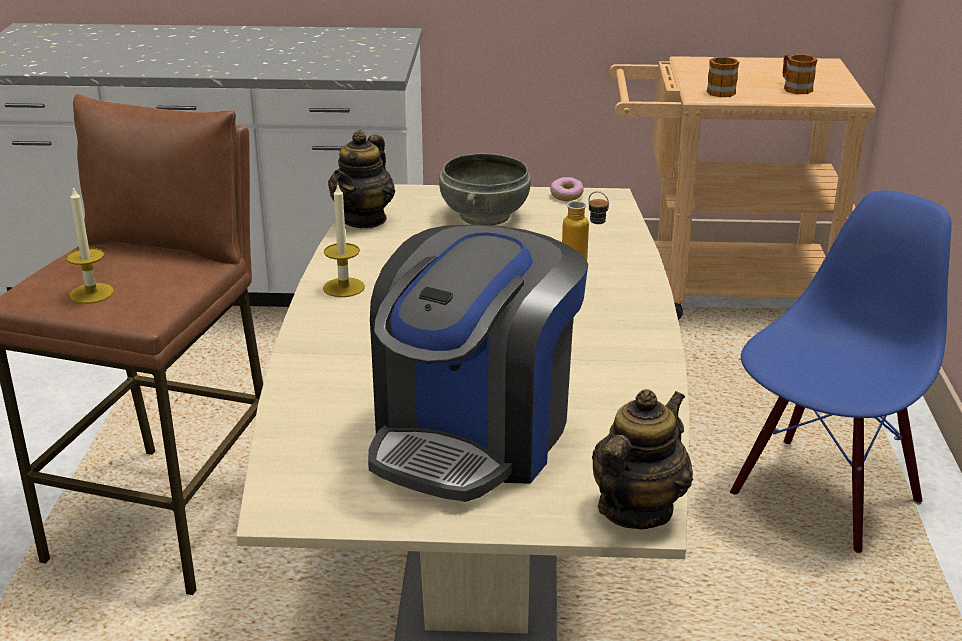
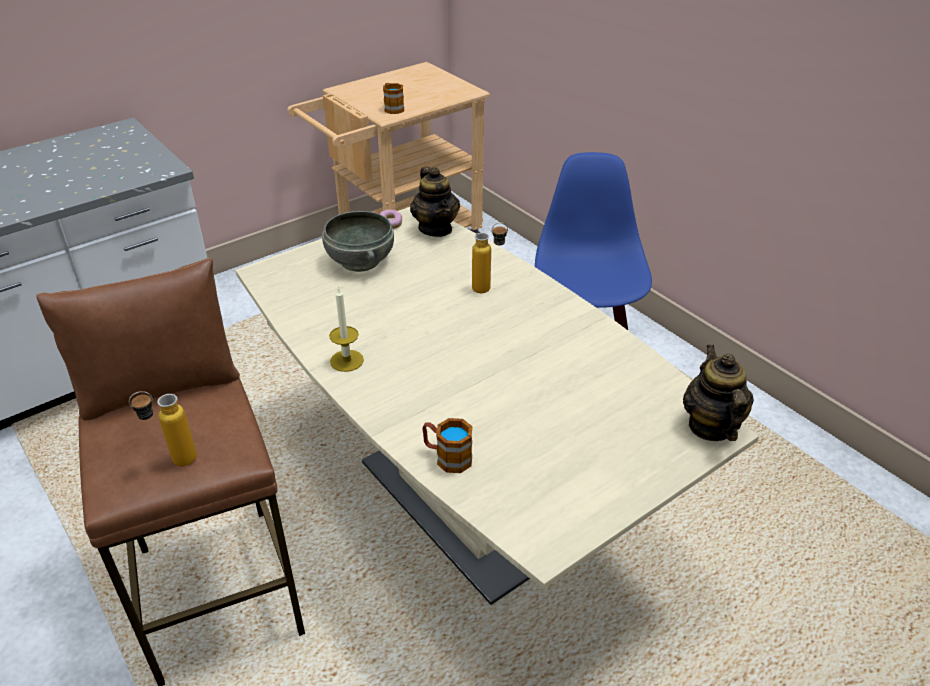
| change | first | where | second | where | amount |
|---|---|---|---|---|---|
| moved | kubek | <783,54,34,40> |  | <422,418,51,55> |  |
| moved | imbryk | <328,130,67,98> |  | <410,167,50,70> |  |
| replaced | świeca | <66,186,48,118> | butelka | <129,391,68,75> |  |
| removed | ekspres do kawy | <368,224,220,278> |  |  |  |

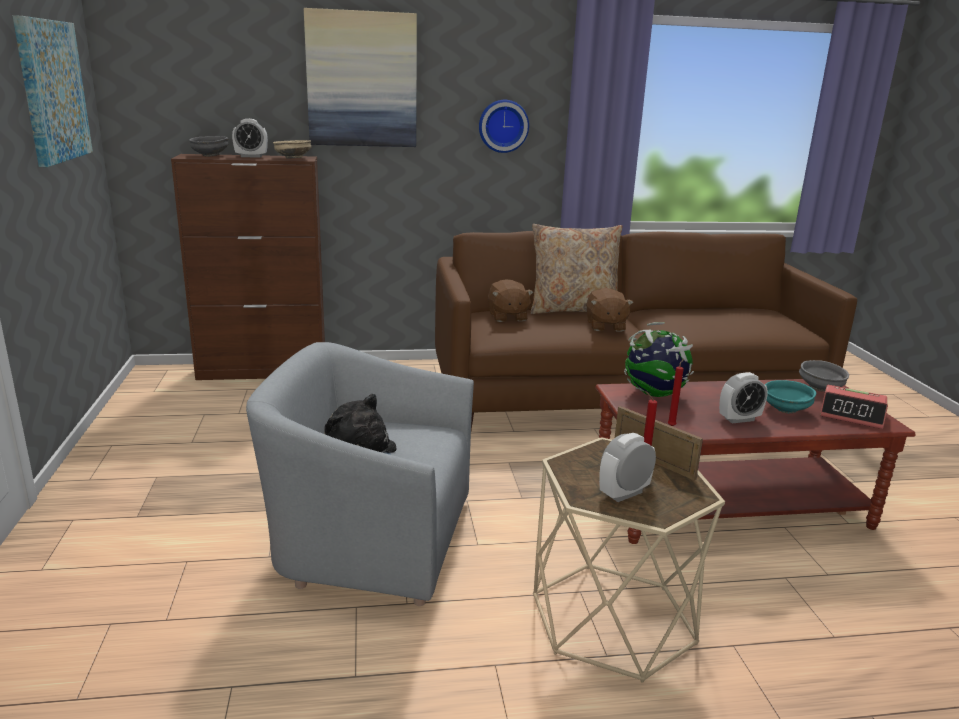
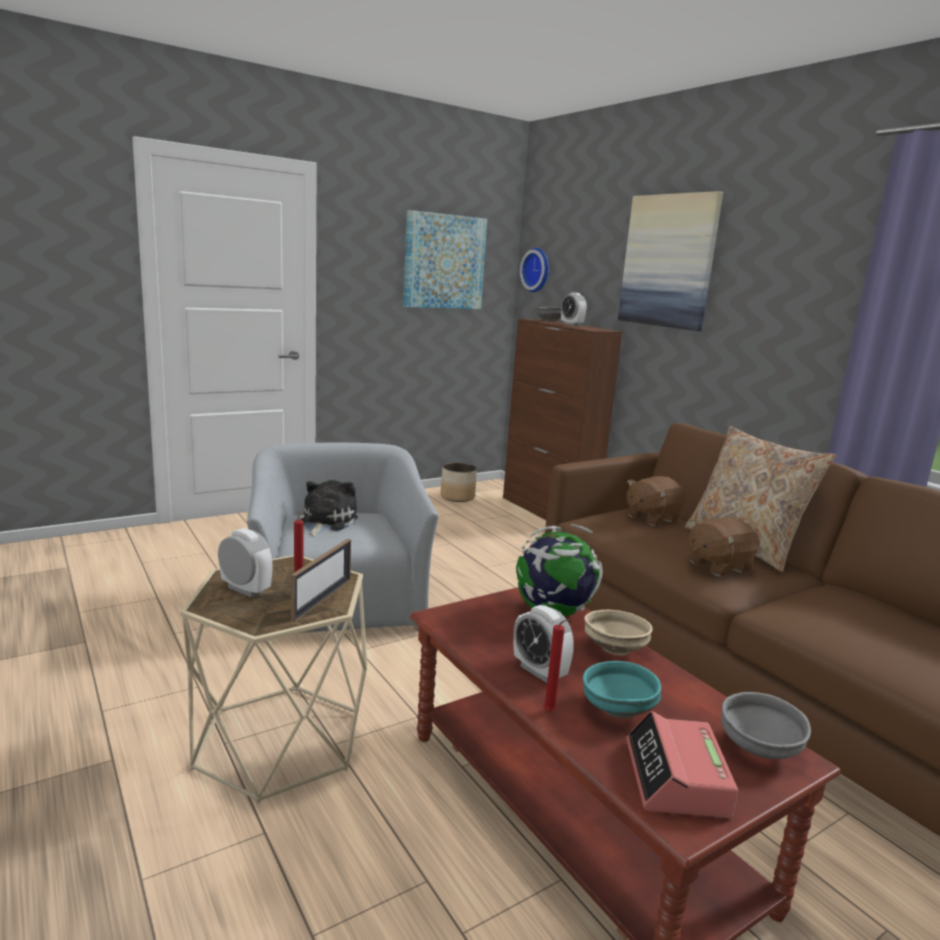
| change | first | where | second | where | amount |
|---|---|---|---|---|---|
| moved | zegar ścienny | <479,100,50,53> |  | <520,248,29,44> |  |
| moved | miska [beżowy] | <273,140,39,18> |  | <584,610,69,46> |  |
| moved | świeca [czerwony] | <667,359,17,67> |  | <543,619,29,93> |  |
| added |  |  | donica | <441,463,36,39> |  |

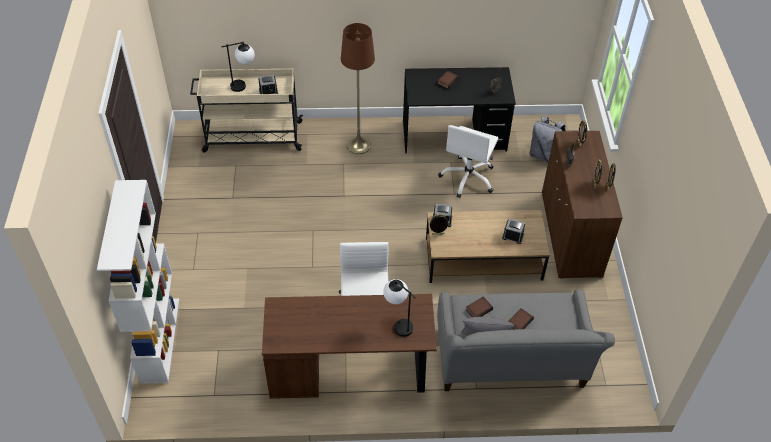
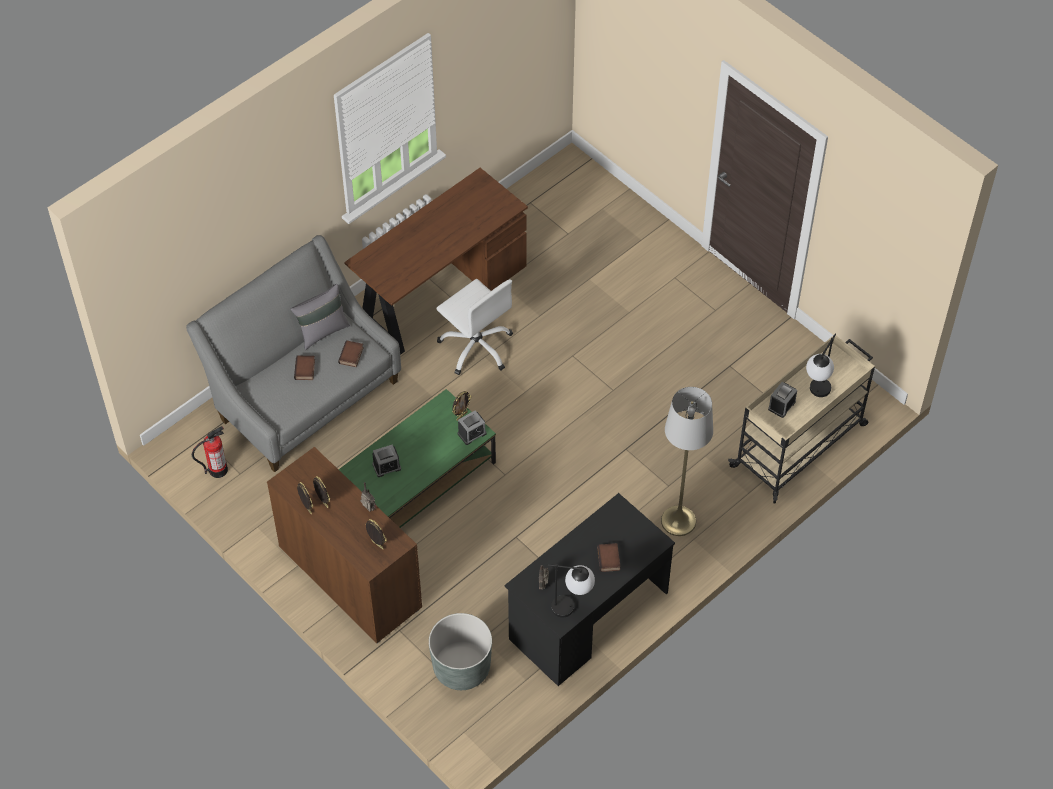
| change | first | where | second | where | amount |
|---|---|---|---|---|---|
| recoloured | lampa stojąca [brązowy] | <341,23,34,131> | lampa stojąca [szary] | <661,387,52,149> |  |
| replaced | plecak [szary] | <529,117,37,46> | donica [szary] | <429,613,63,77> |  |
| removed | krzesło biurowe [biały] | <438,125,60,73> |  |  |  |
| removed | regał [biały] | <97,180,82,204> |  |  |  |
| recoloured | ława [brązowy] | <426,210,124,73> | ława [zielony] | <338,389,158,139> |  |
| moved | lampa stołowa | <383,279,33,58> |  | <548,564,47,54> |  |
| added |  |  | gaśnica | <192,426,36,52> |  |

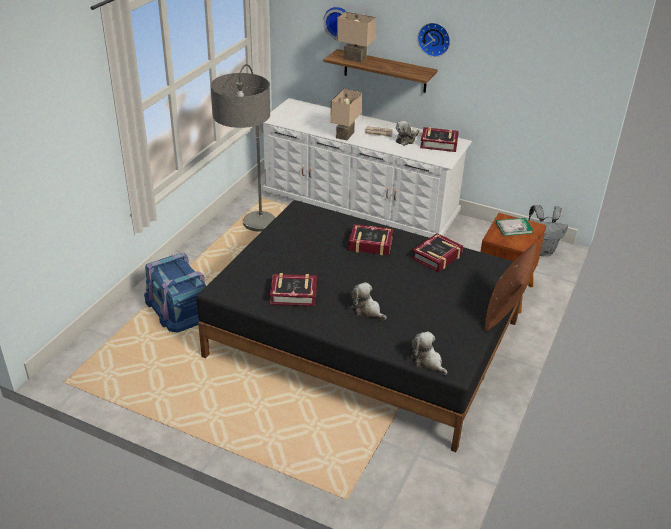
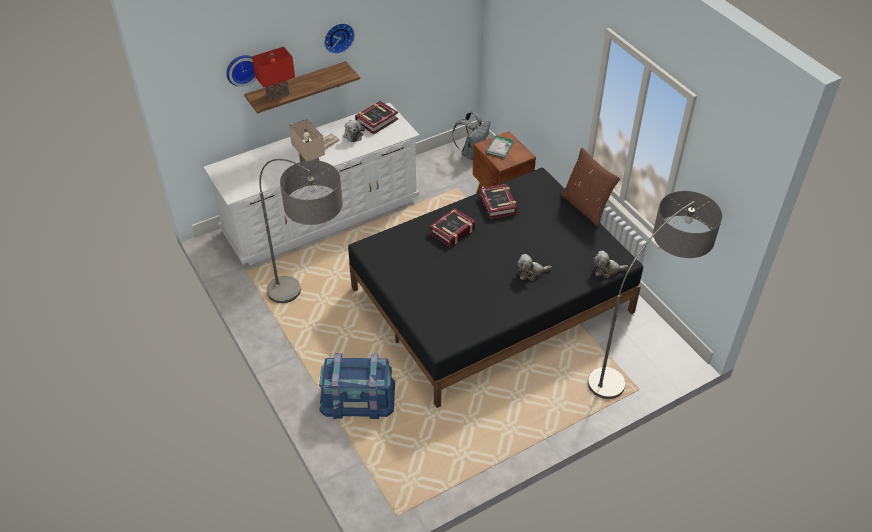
| change | first | where | second | where | amount |
|---|---|---|---|---|---|
| recoloured | lampa stołowa [beżowy] | <337,12,39,51> | lampa stołowa [czerwony] | <252,47,43,53> |  |
| removed | książka | <270,273,47,33> |  |  |  |
| added |  |  | lampa stojąca | <588,191,134,208> |  |

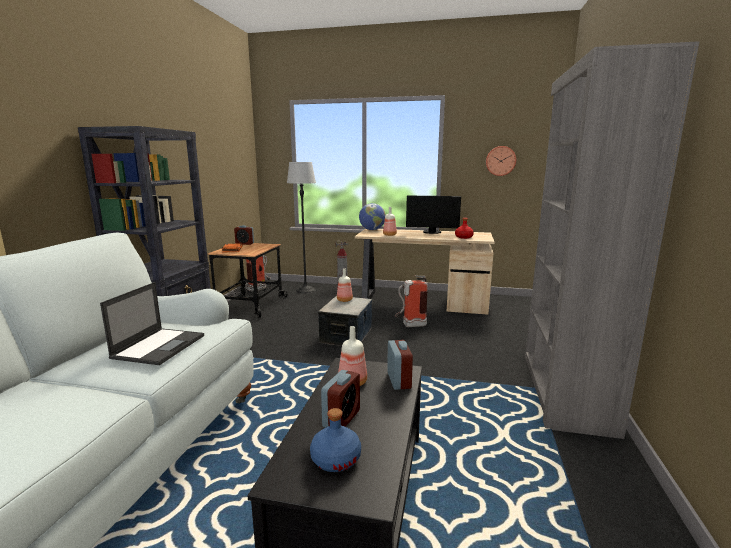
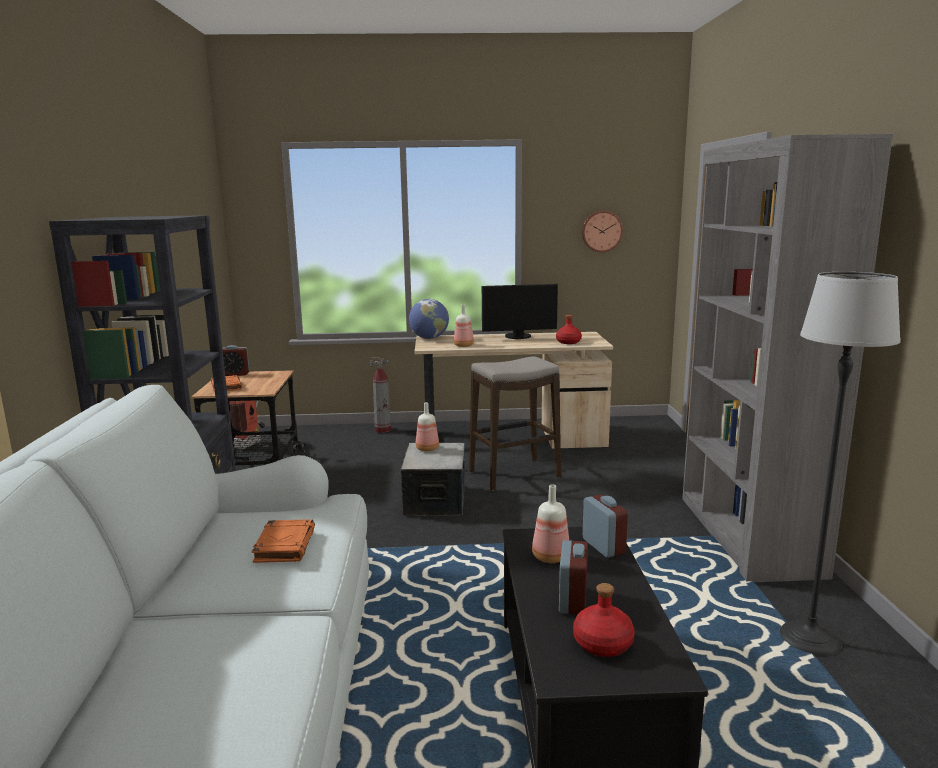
| change | first | where | second | where | amount |
|---|---|---|---|---|---|
| moved | lampa stojąca | <287,162,29,131> |  | <780,272,121,385> |  |
| replaced | gaśnica | <395,275,33,52> | stołek | <469,356,92,135> |  |
| replaced | laptop | <100,282,104,83> | książka [pomarańczowy] | <252,519,63,44> |  |
| recoloured | butelka [niebieski] | <310,408,51,64> | butelka [czerwony] | <573,583,62,74> |  |

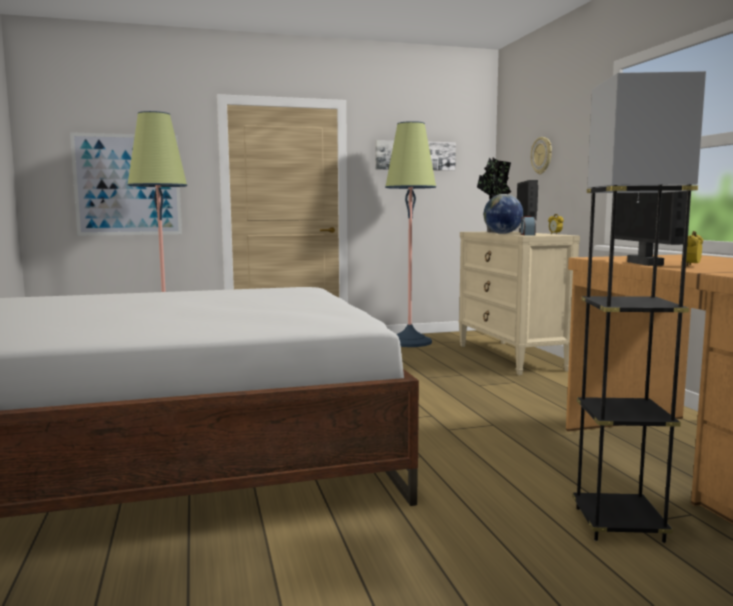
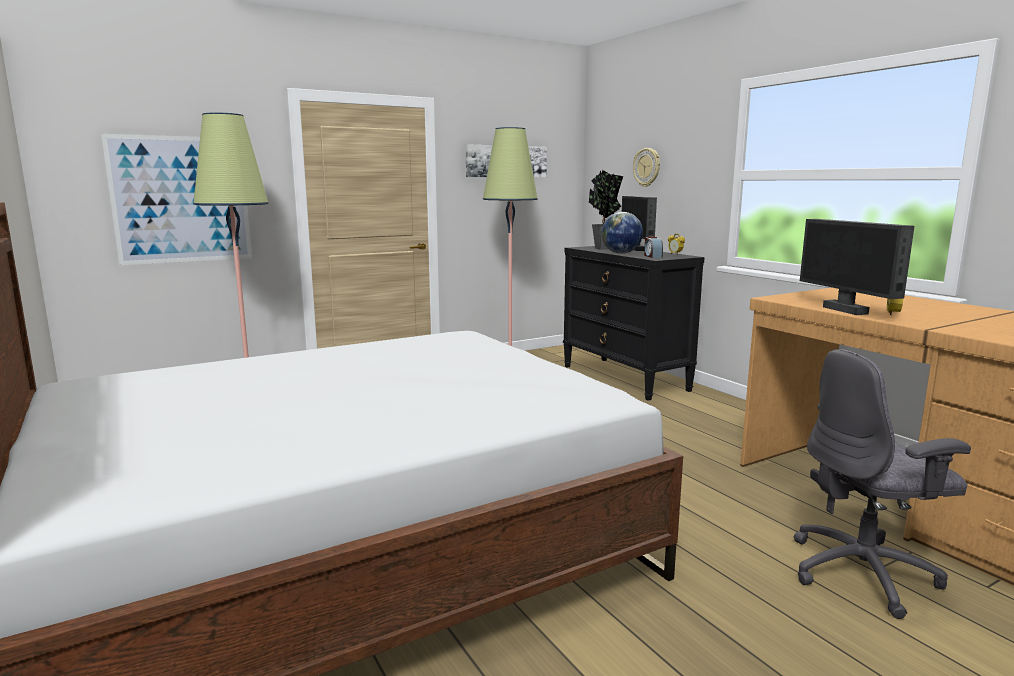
| change | first | where | second | where | amount |
|---|---|---|---|---|---|
| replaced | lampa stojąca [szary] | <572,71,134,472> | krzesło biurowe [szary] | <794,349,177,270> |  |
| recoloured | komoda [beżowy] | <458,231,122,144> | komoda [czarny] | <563,246,142,155> |  |

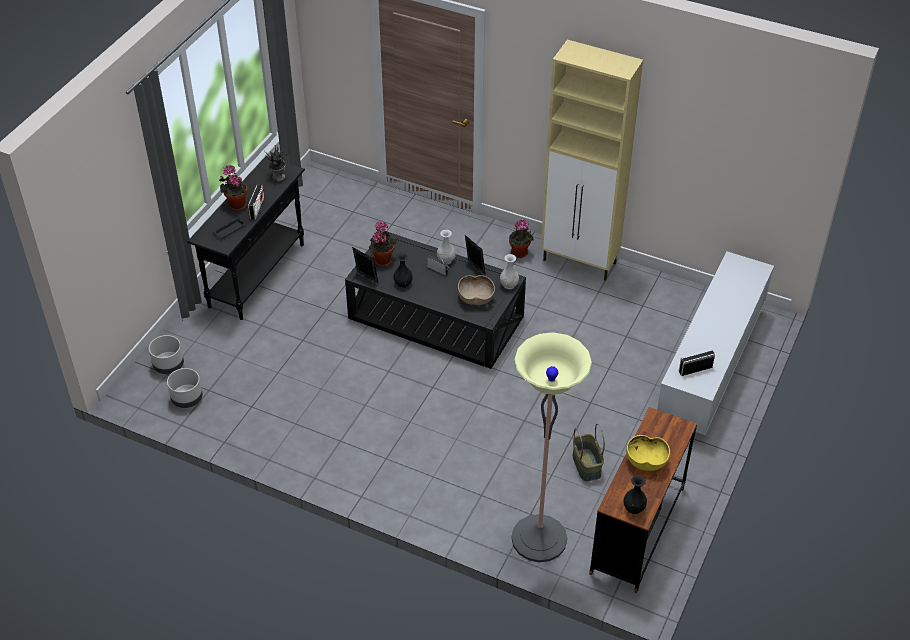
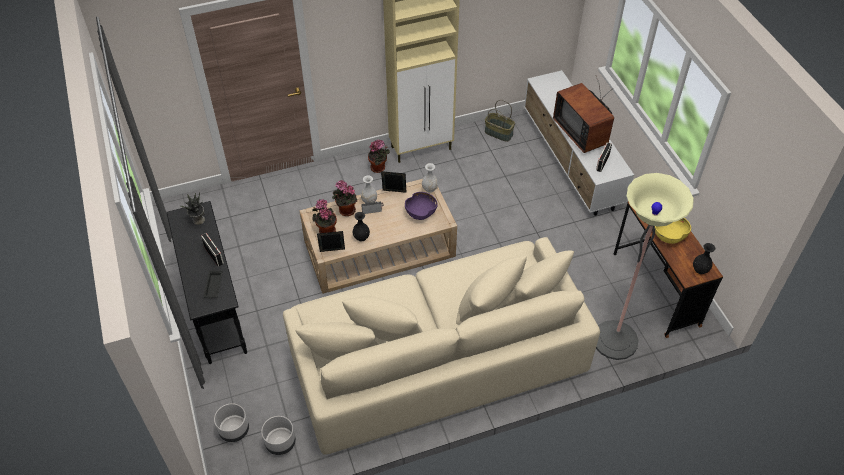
| change | first | where | second | where | amount |
|---|---|---|---|---|---|
| moved | roślina doniczkowa | <219,165,28,46> |  | <332,180,25,36> |  |
| recoloured | ława [czarny] | <345,232,181,137> | ława [beżowy] | <300,179,157,115> |  |
| recoloured | miska [brązowy] | <458,275,37,30> | miska [fioletowy] | <405,192,33,28> |  |
| moved | koszyk | <573,424,32,57> |  | <485,100,30,42> |  |
| added |  |  | telewizor | <553,76,61,77> |  |
| added |  |  | kanapa [beżowy] | <283,237,317,218> |  |

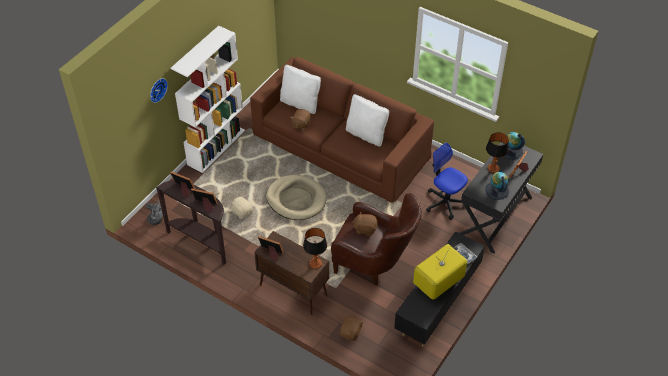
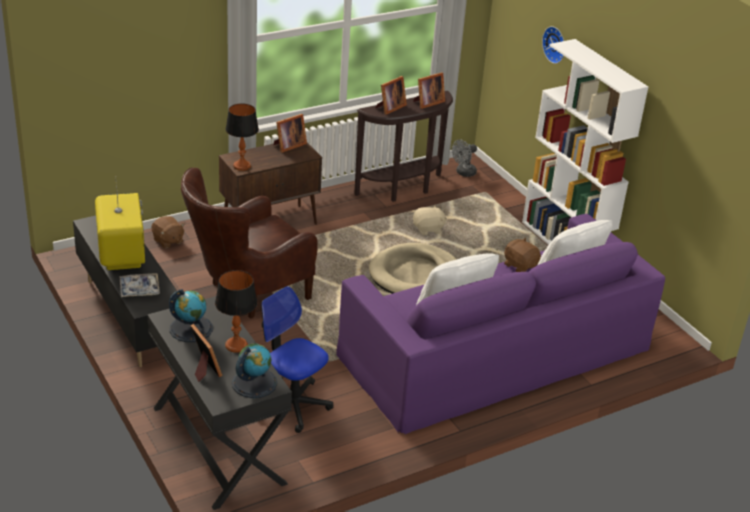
| change | first | where | second | where | amount |
|---|---|---|---|---|---|
| recoloured | kanapa [brązowy] | <250,57,184,146> | kanapa [fioletowy] | <336,214,329,220> |  |
| turned | krzesło biurowe | <426,142,42,78> |  | <261,286,72,147> | 120 degrees counterclockwise |
| removed | pluszak [brązowy] | <352,211,26,25> |  |  |  |

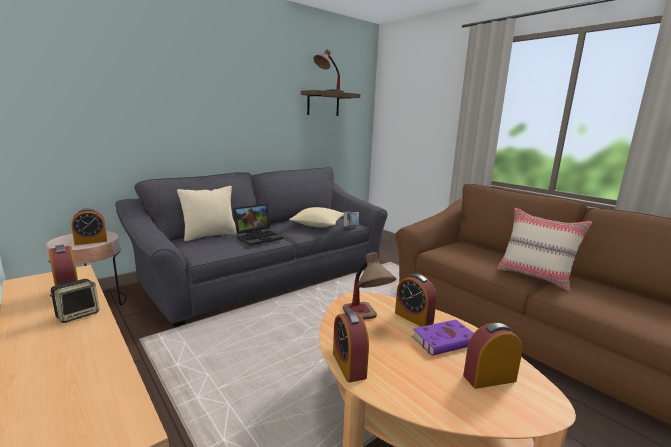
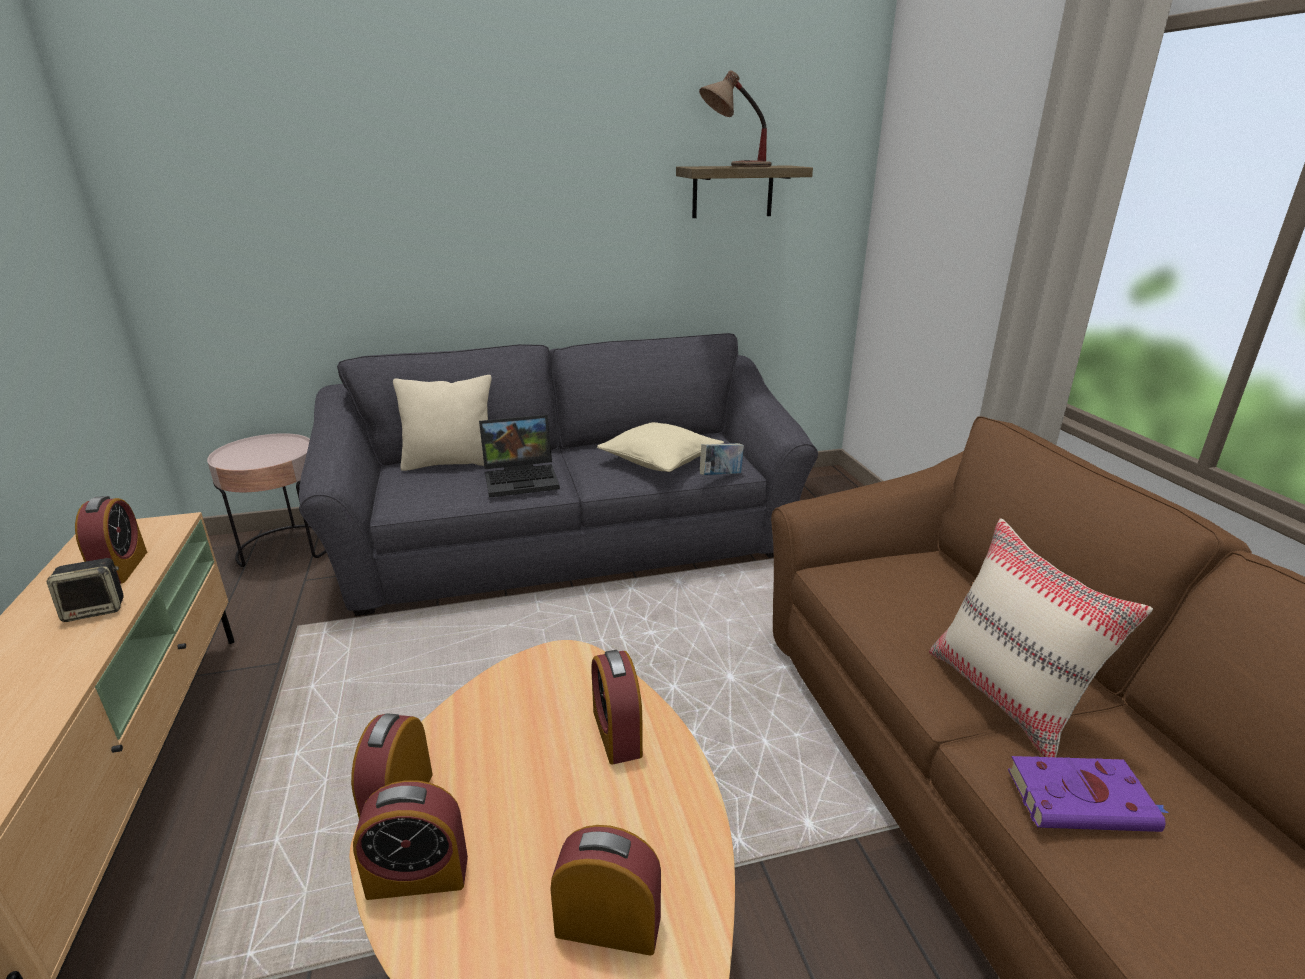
| change | first | where | second | where | amount |
|---|---|---|---|---|---|
| moved | budzik | <72,208,35,37> |  | <353,780,115,120> |  |
| removed | lampa stołowa | <343,252,53,68> |  |  |  |
| moved | książka [fioletowy] | <412,320,62,36> |  | <1008,756,161,76> |  |

